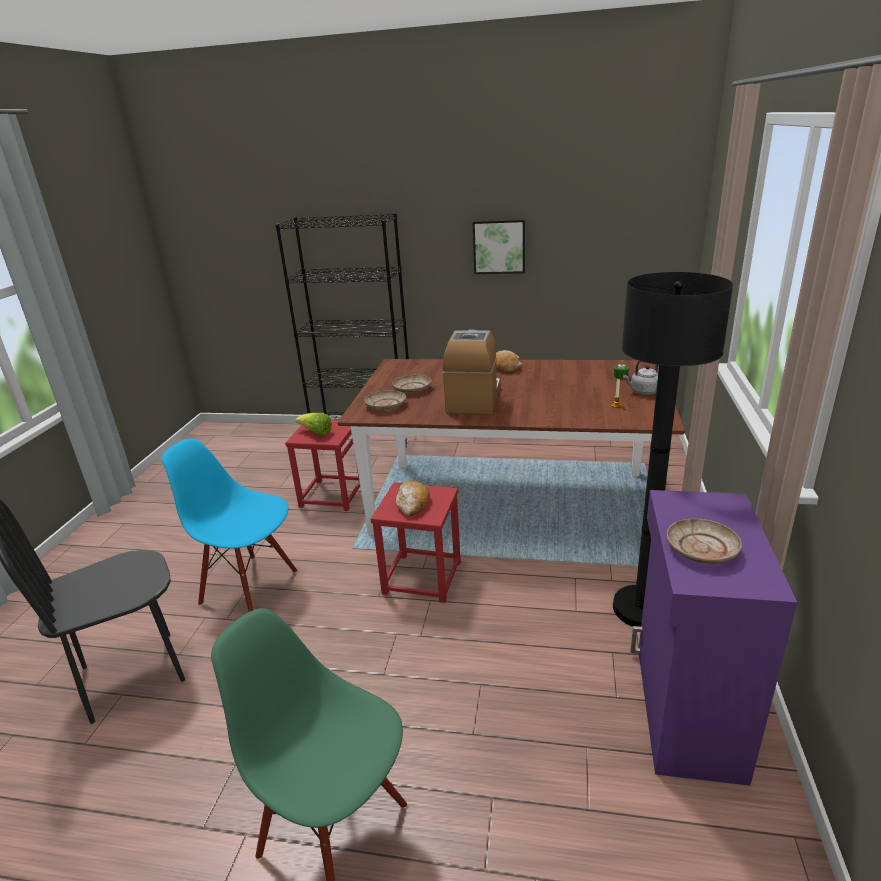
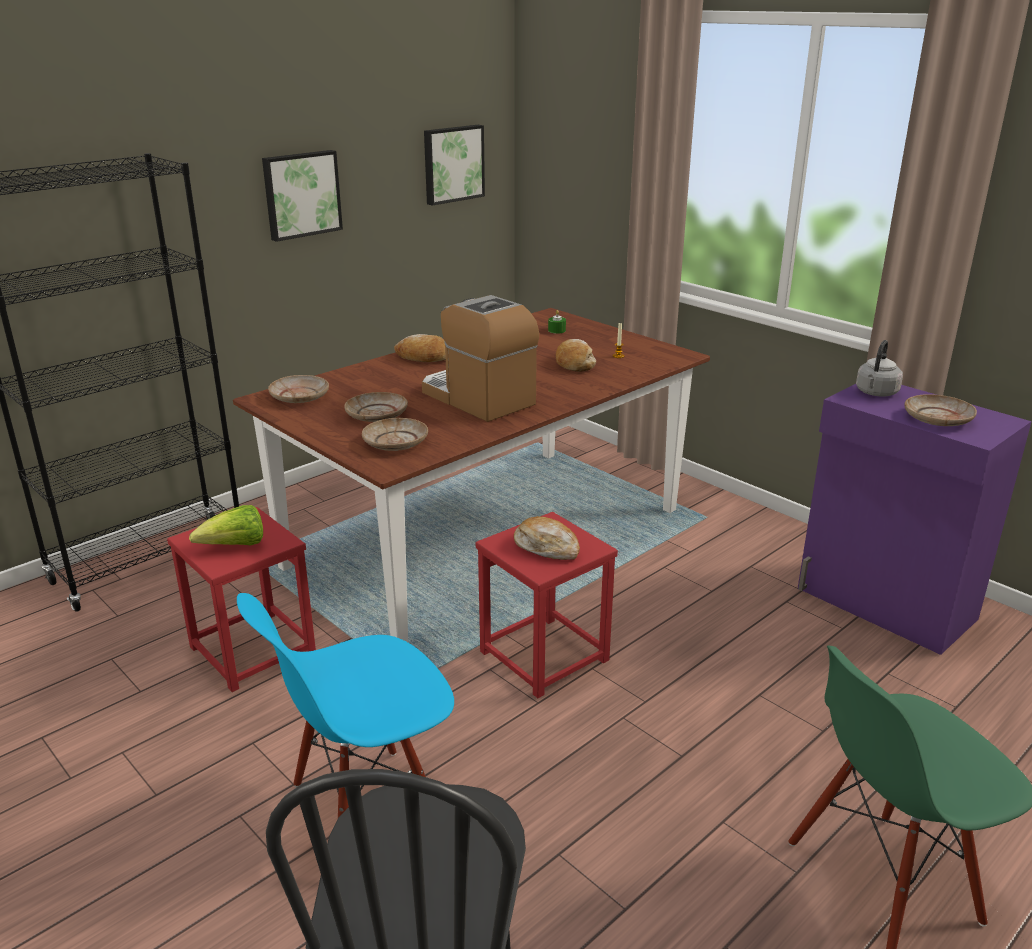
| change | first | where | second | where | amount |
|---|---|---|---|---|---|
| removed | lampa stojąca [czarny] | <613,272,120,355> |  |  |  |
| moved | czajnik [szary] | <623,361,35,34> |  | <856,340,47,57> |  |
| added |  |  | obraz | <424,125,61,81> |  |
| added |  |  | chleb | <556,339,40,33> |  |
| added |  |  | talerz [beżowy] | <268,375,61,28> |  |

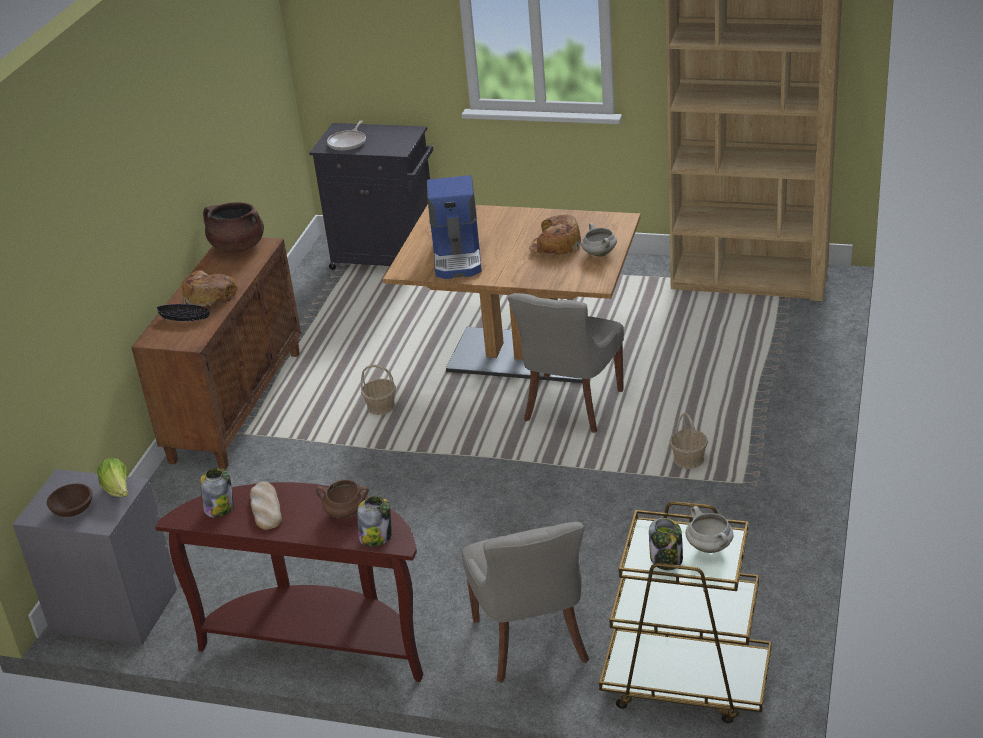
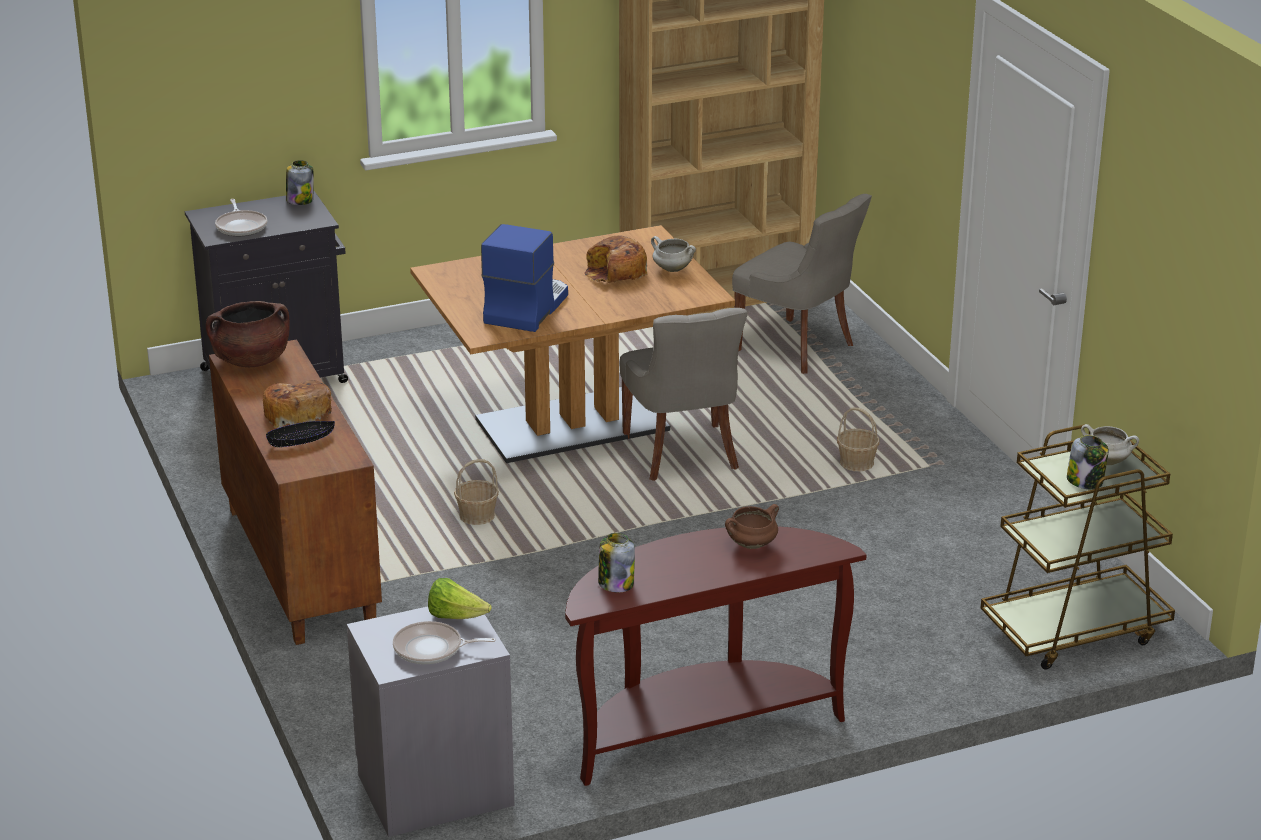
| change | first | where | second | where | amount |
|---|---|---|---|---|---|
| turned | ekspres do kawy | <427,175,55,104> |  | <481,224,87,108> | 120 degrees counterclockwise |
| removed | chleb | <250,481,32,49> |  |  |  |
| replaced | miska [brązowy] | <47,483,45,34> | patelnia | <393,621,103,43> |  |
| moved | słoik | <357,496,35,51> |  | <286,160,28,45> |  |
| moved | krzesło [szary] | <462,522,127,161> |  | <732,194,140,180> |  |

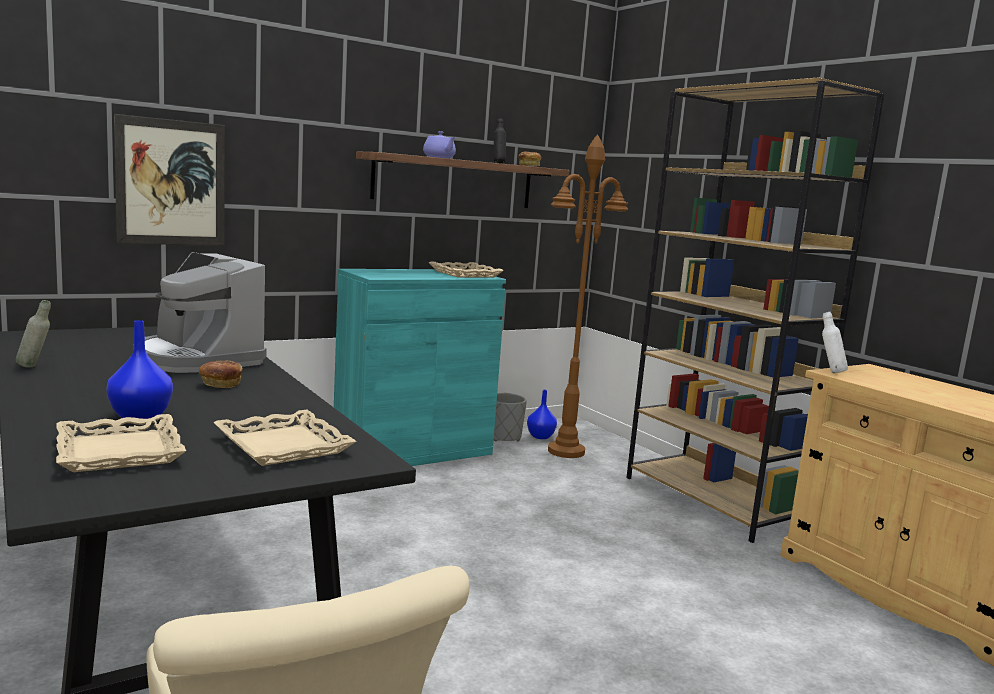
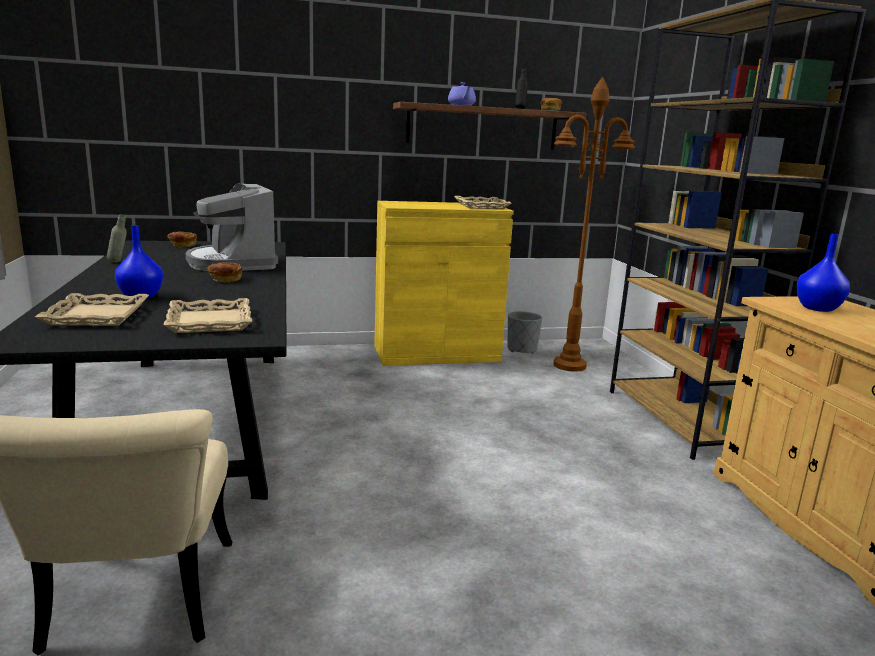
| change | first | where | second | where | amount |
|---|---|---|---|---|---|
| removed | obraz | <114,114,111,132> |  |  |  |
| recoloured | szafka [turkusowy] | <334,269,172,197> | szafka [żółty] | <374,201,140,165> |  |
| removed | butelka [biały] | <822,312,26,61> |  |  |  |
| moved | wazon [niebieski] | <527,390,30,49> |  | <796,234,54,78> |  |
| added |  |  | chleb | <167,232,30,15> |  |

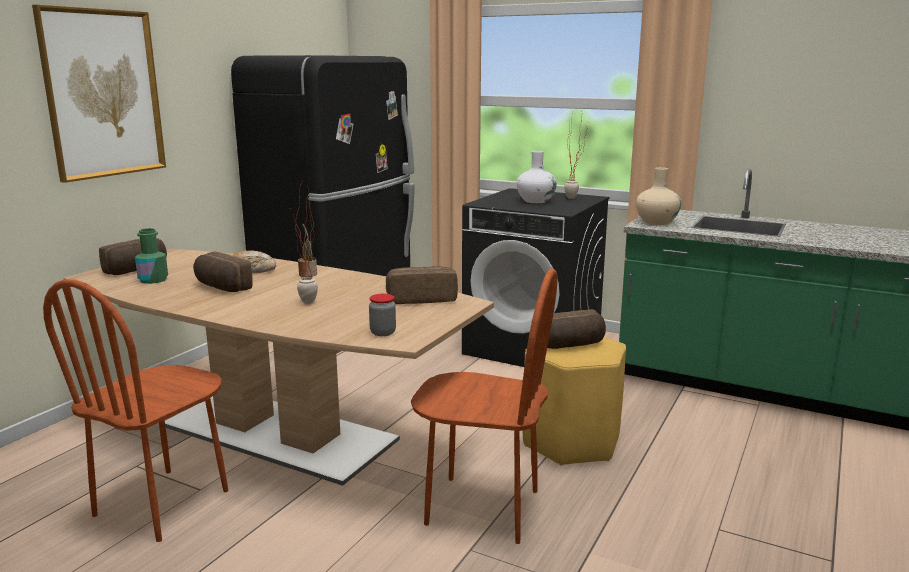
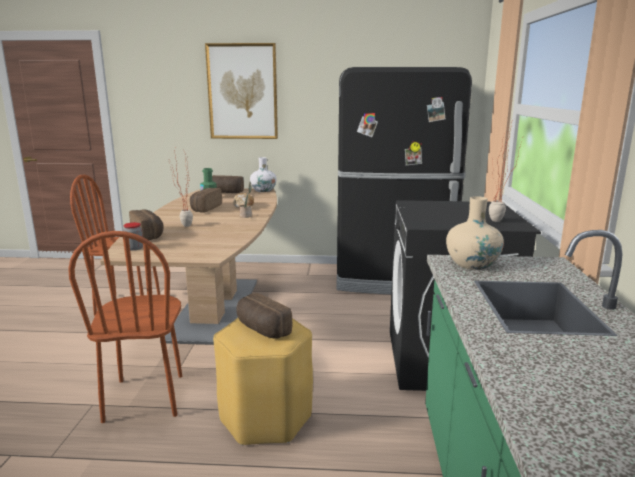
| change | first | where | second | where | amount |
|---|---|---|---|---|---|
| moved | wazon [biały] | <517,151,40,52> |  | <250,157,27,35> |  |
| moved | chleb | <386,266,72,38> |  | <129,209,35,31> |  |

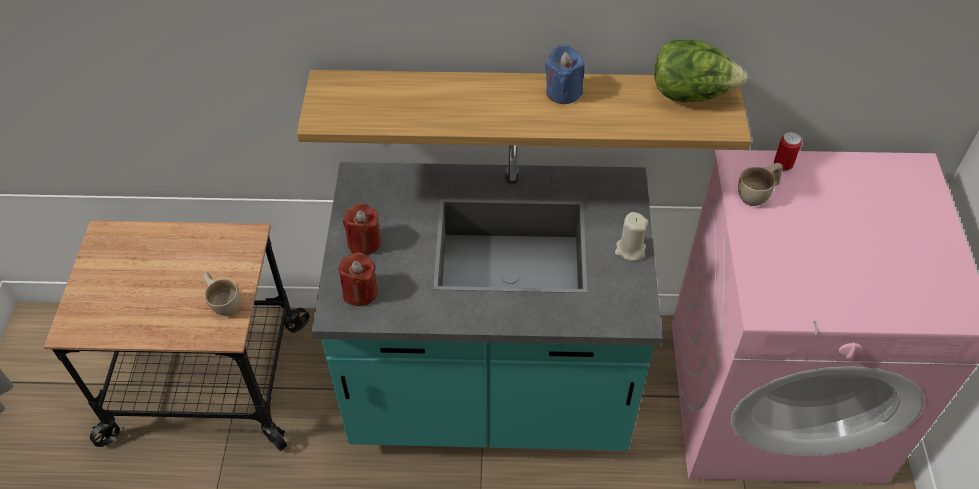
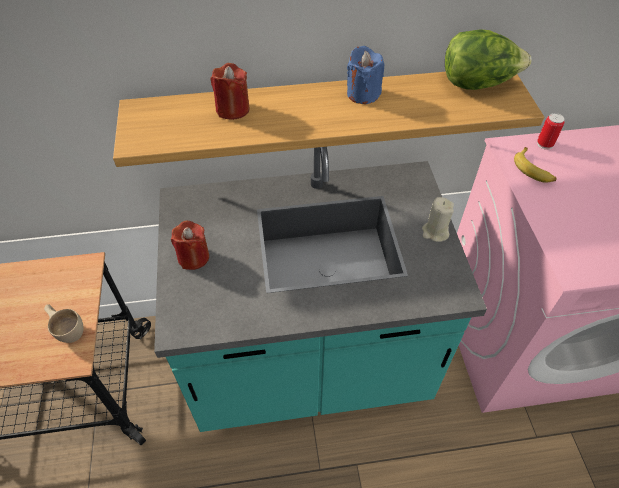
| change | first | where | second | where | amount |
|---|---|---|---|---|---|
| replaced | filiżanka [beżowy] | <738,163,45,43> | banan | <514,147,43,36> |  |
| moved | świeca [czerwony] | <338,252,40,54> |  | <210,63,40,57> |  |

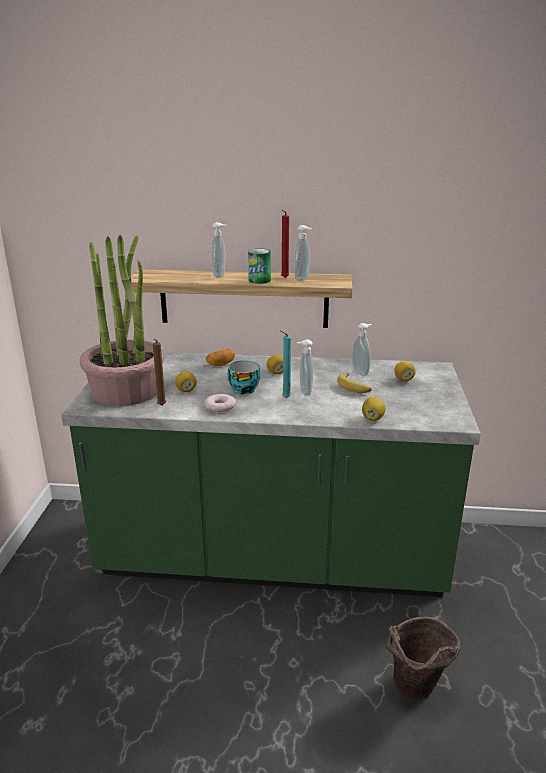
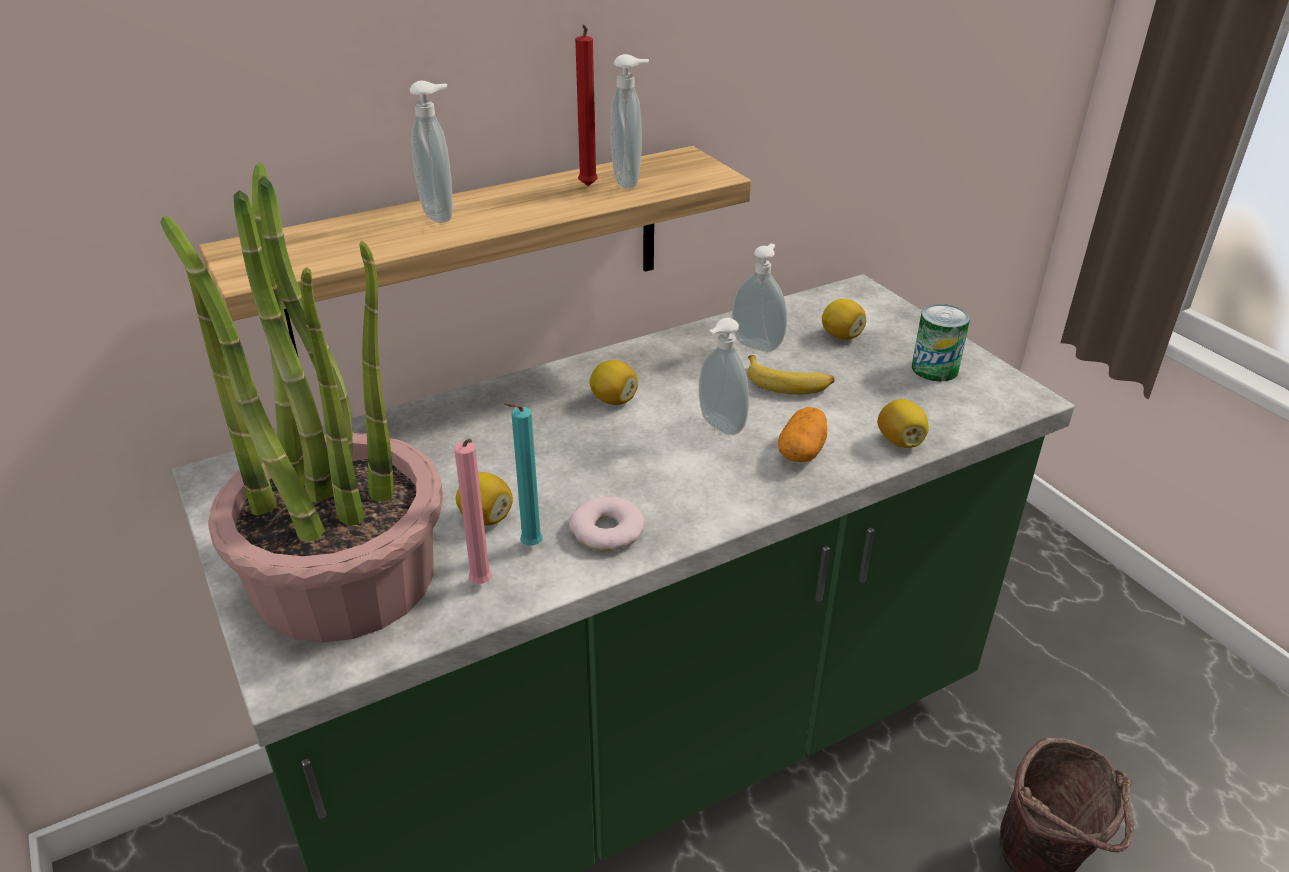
| change | first | where | second | where | amount |
|---|---|---|---|---|---|
| moved | puszka | <248,249,23,35> |  | <912,304,58,77> |  |
| moved | świeca [turkusowy] | <280,330,11,68> |  | <504,403,39,143> |  |
| recoloured | świeca [brązowy] | <153,339,13,67> | świeca [różowy] | <454,439,38,145> |  |
| moved | ziemniak | <206,349,29,17> |  | <778,407,49,55> |  |
| removed | filiżanka | <228,360,32,34> |  |  |  |

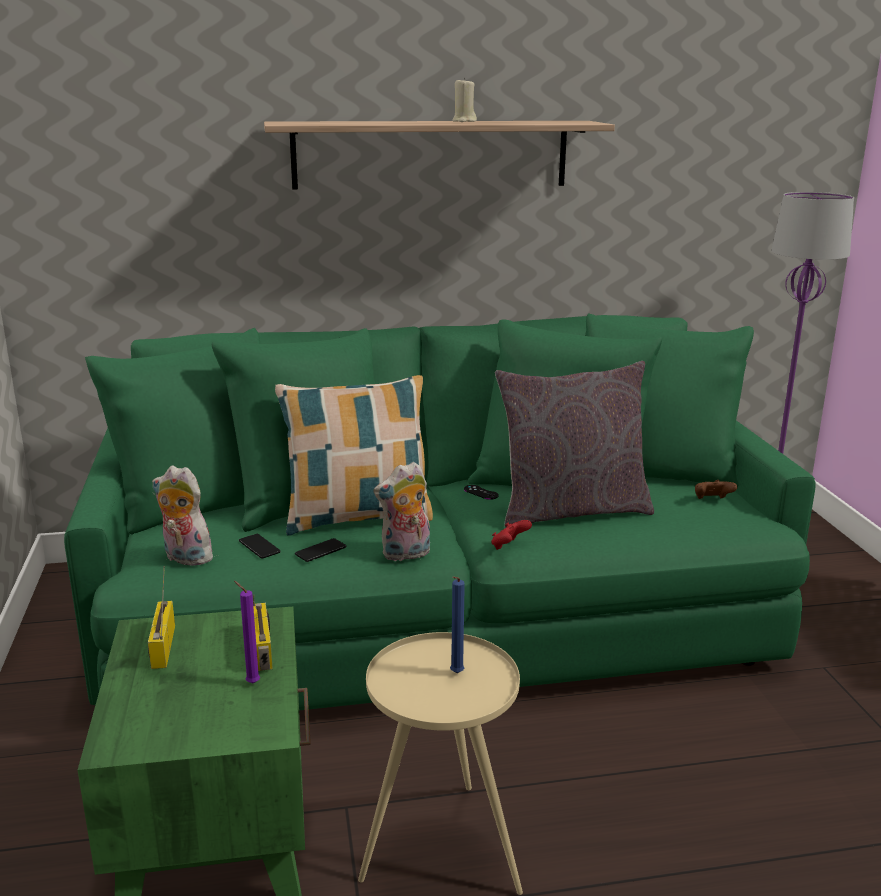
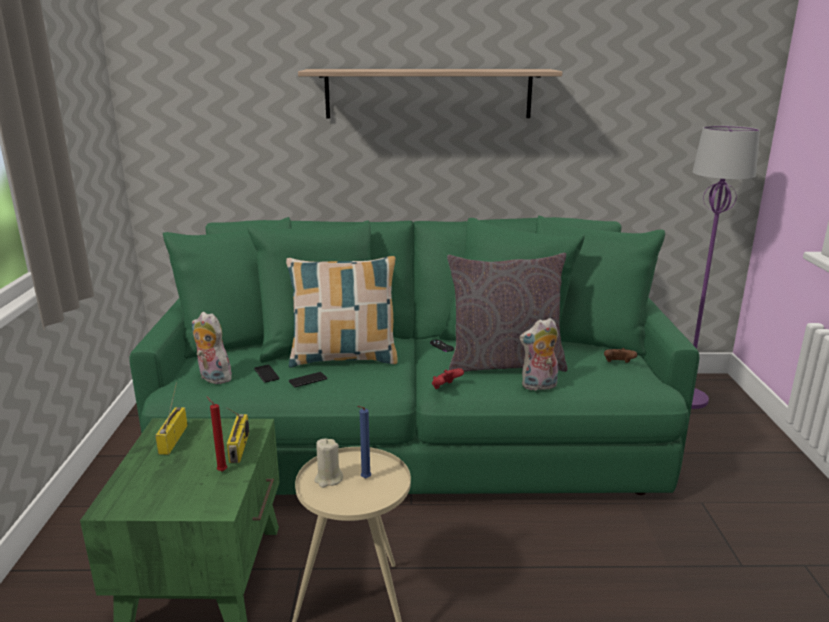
| change | first | where | second | where | amount |
|---|---|---|---|---|---|
| moved | świeca [beżowy] | <452,78,25,44> |  | <314,439,29,49> |  |
| moved | pluszak | <373,462,57,99> |  | <519,318,39,73> |  |
| recoloured | świeca [fioletowy] | <234,581,26,102> | świeca [czerwony] | <207,397,20,75> |  |

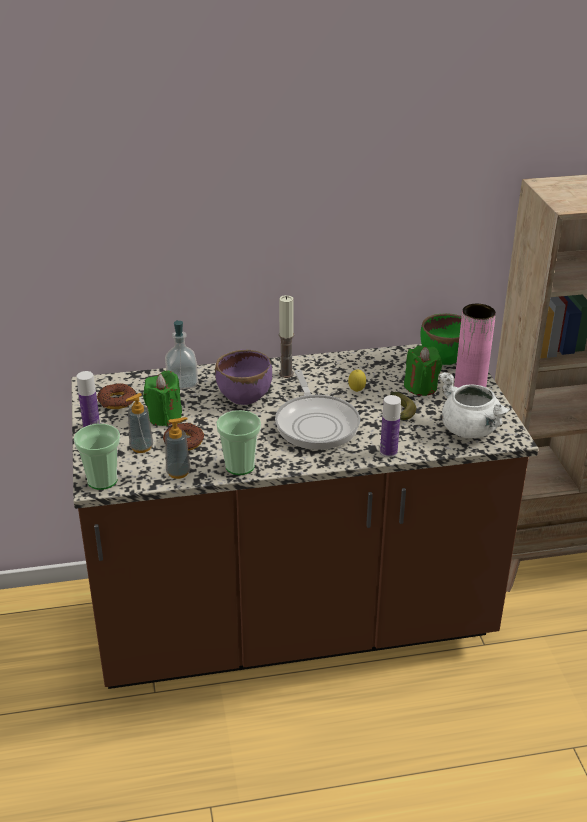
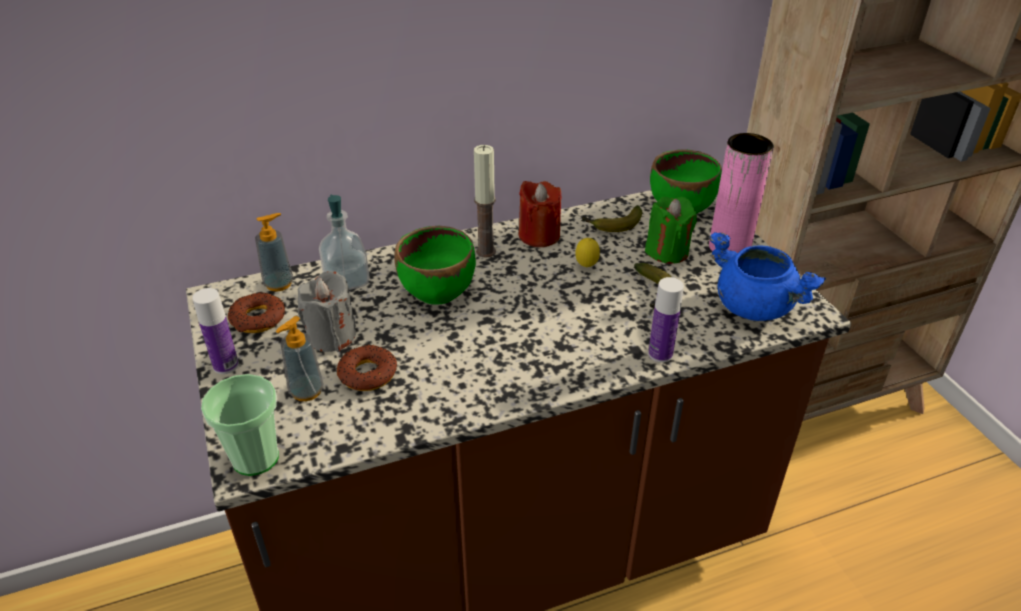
| change | first | where | second | where | amount |
|---|---|---|---|---|---|
| recoloured | miska [fioletowy] | <215,350,57,55> | miska [zielony] | <394,226,82,78> |  |
| removed | patelnia | <275,370,85,80> |  |  |  |
| recoloured | świeca [zielony] | <143,371,39,55> | świeca [szary] | <298,271,58,81> |  |
| recoloured | garnek [biały] | <439,372,71,66> | garnek [niebieski] | <709,232,117,89> |  |
| removed | filiżanka | <216,410,45,65> |  |  |  |
| moved | dozownik mydła | <165,417,25,62> |  | <255,213,38,79> |  |
| added |  |  | świeca [czerwony] | <519,181,42,66> |  |
| added |  |  | banan | <581,205,61,27> |  |

